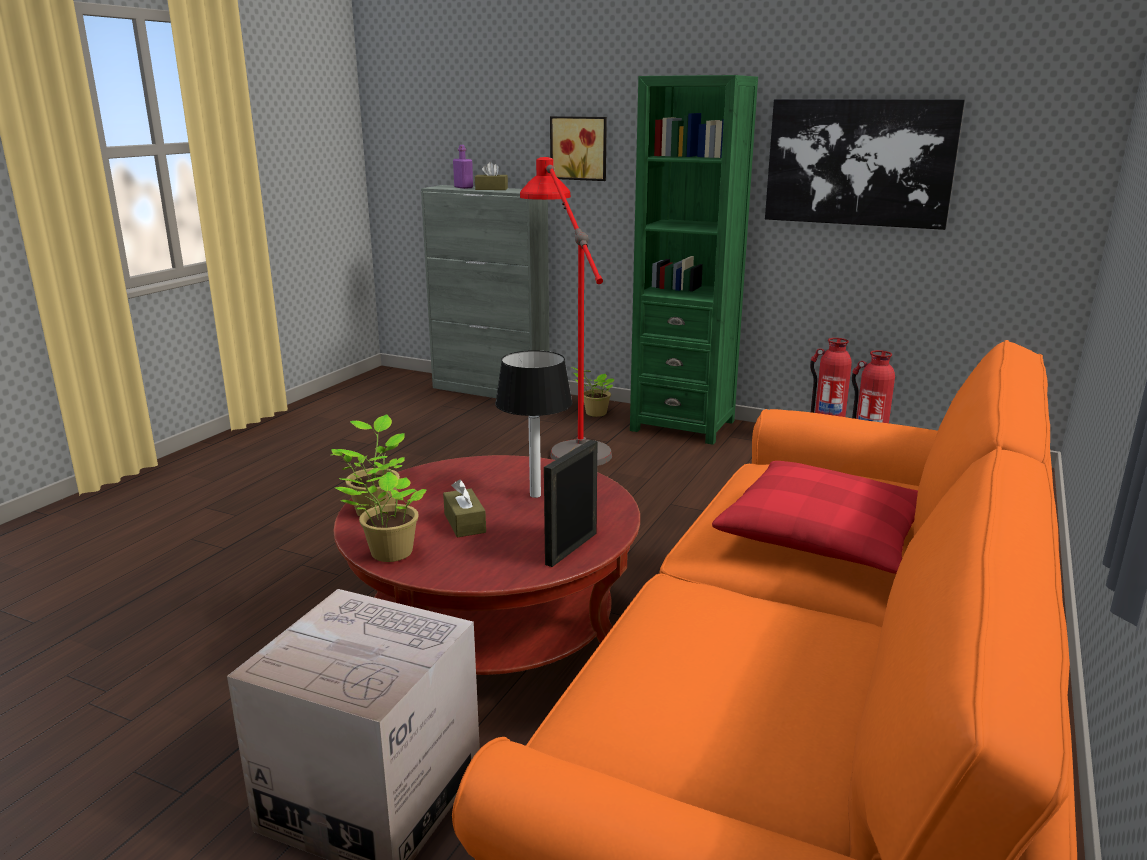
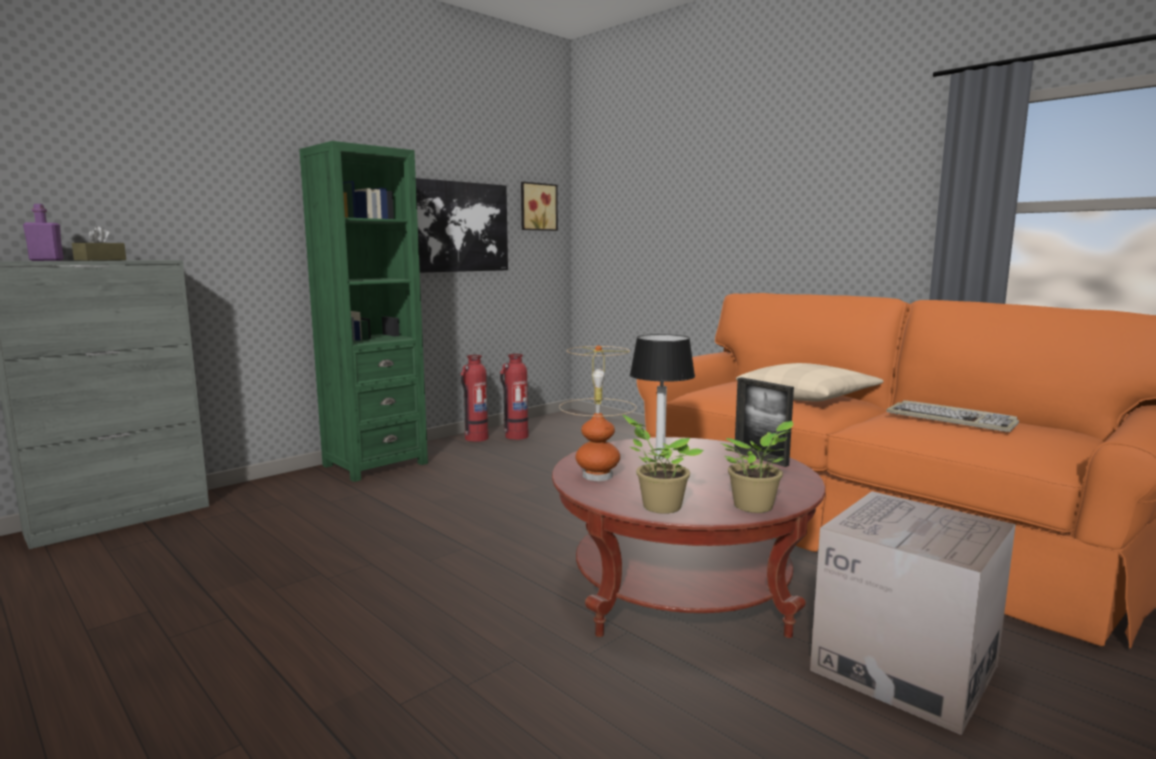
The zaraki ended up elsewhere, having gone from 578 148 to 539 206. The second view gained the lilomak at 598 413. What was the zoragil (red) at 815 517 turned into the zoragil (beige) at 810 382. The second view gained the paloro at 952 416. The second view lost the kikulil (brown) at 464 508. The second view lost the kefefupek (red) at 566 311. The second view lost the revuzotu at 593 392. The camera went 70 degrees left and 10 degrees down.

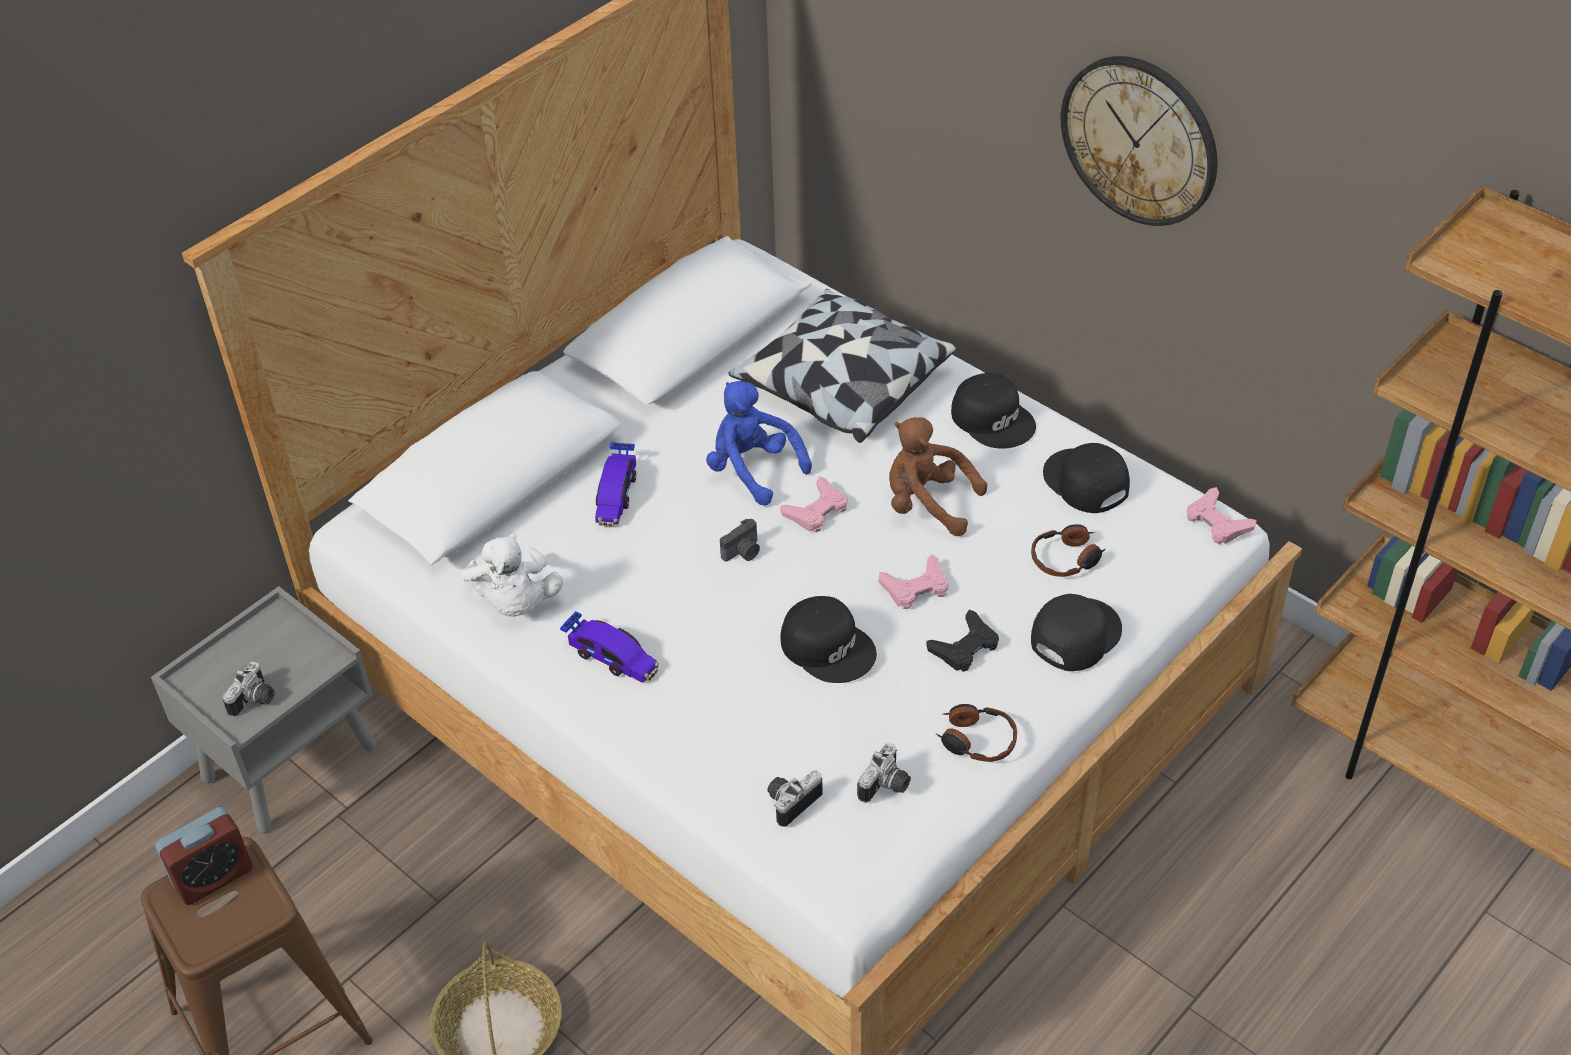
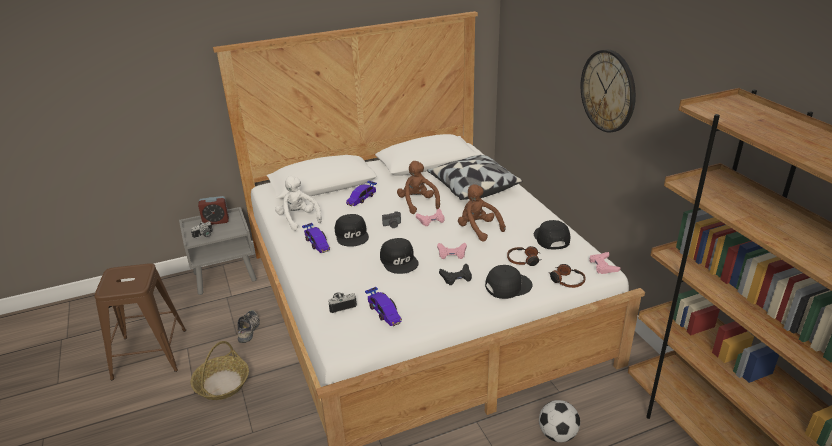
The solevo ended up elsewhere, having gone from 204 856 to 213 210. The second view gained the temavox at 248 326. The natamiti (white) at 512 575 ended up facing another way, 135 degrees clockwise from before. The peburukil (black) ended up elsewhere, having gone from 993 411 to 352 230. Where the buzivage stood at 884 773, the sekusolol came to stand at 383 306. What was the natamiti (blue) at 759 443 turned into the natamiti (brown) at 418 187. The second view gained the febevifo at 559 421. The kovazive ended up elsewhere, having gone from 976 733 to 567 276. The camera went 25 degrees right and 15 degrees down.

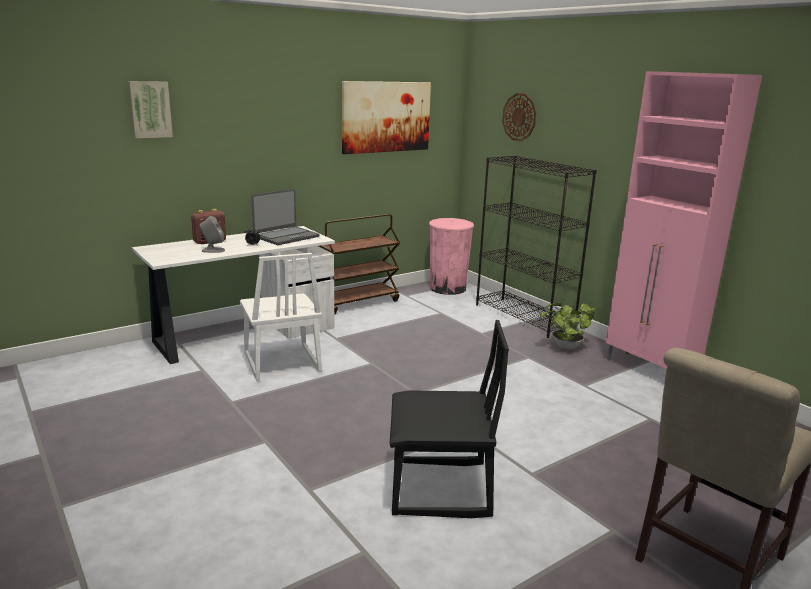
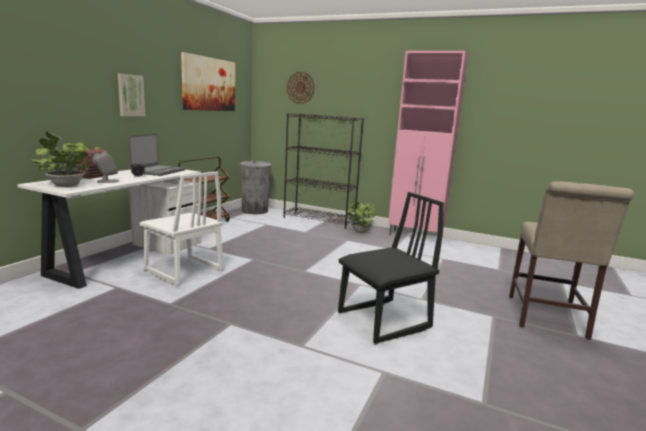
The second view gained the revuzotu at 62 159. The zaraki ended up elsewhere, having gone from 150 109 to 131 95. What was the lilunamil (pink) at 451 256 turned into the lilunamil (grey) at 256 187. The camera went 30 degrees left and 5 degrees down.

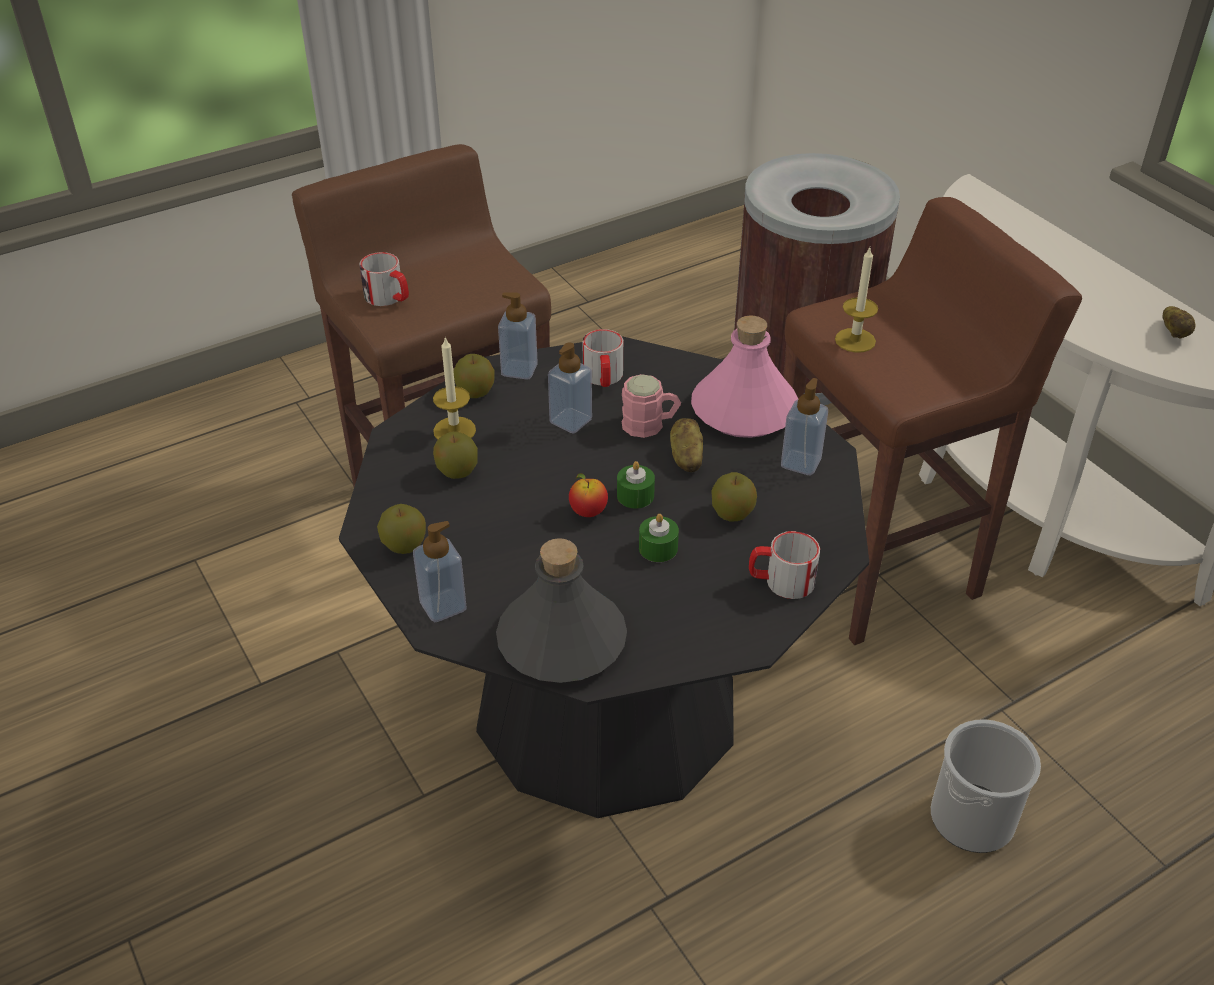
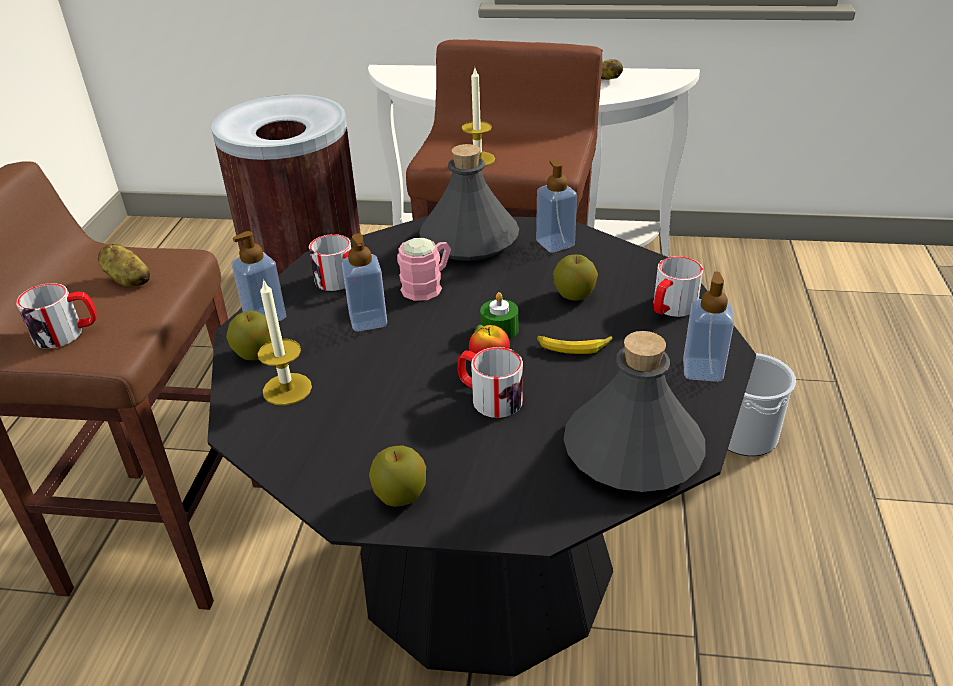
The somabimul ended up elsewhere, having gone from 686 445 to 124 265. What was the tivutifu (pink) at 744 377 turned into the tivutifu (grey) at 469 202. The second view gained the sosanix at 490 382. Where the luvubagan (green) stood at 659 538, the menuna came to stand at 575 345. The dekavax ended up elsewhere, having gone from 440 571 to 708 326. The second view lost the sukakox at 455 455. The camera went 50 degrees left and 5 degrees down.

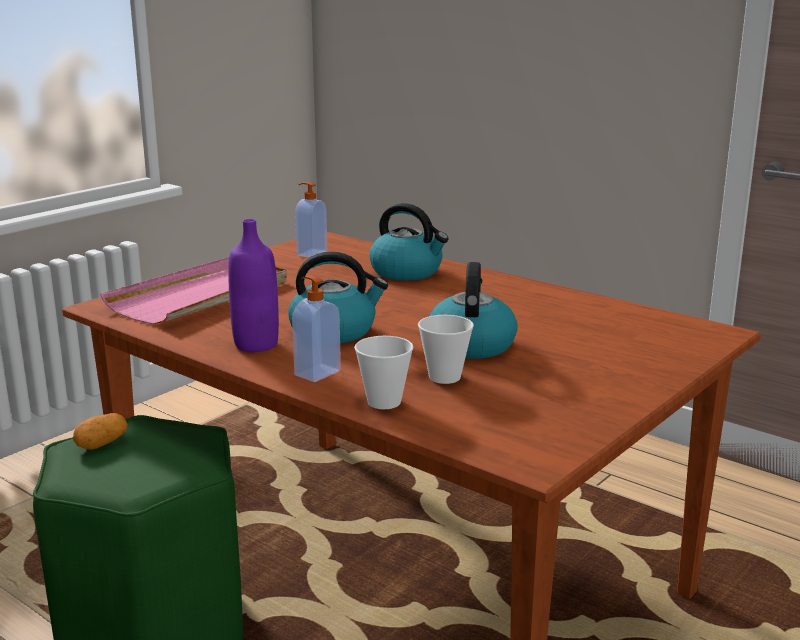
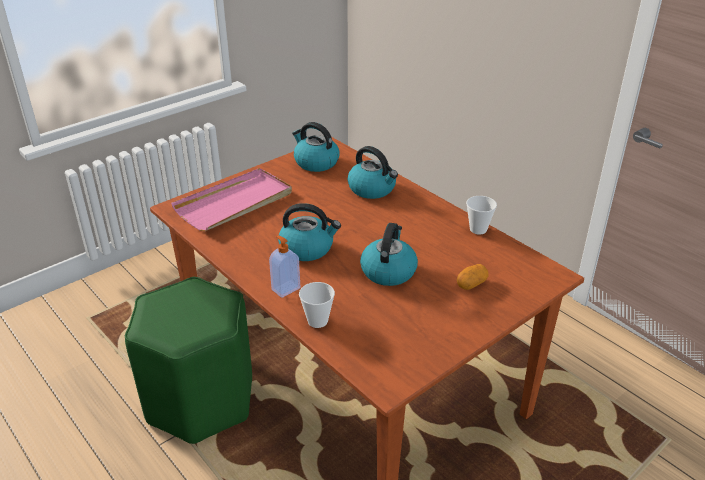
Where the dekavax stood at 311 220, the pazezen came to stand at 315 147. The somabimul ended up elsewhere, having gone from 100 431 to 473 277. The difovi ended up elsewhere, having gone from 446 349 to 481 215. The second view lost the tivutifu (purple) at 253 285. The camera went 10 degrees right and 15 degrees up.

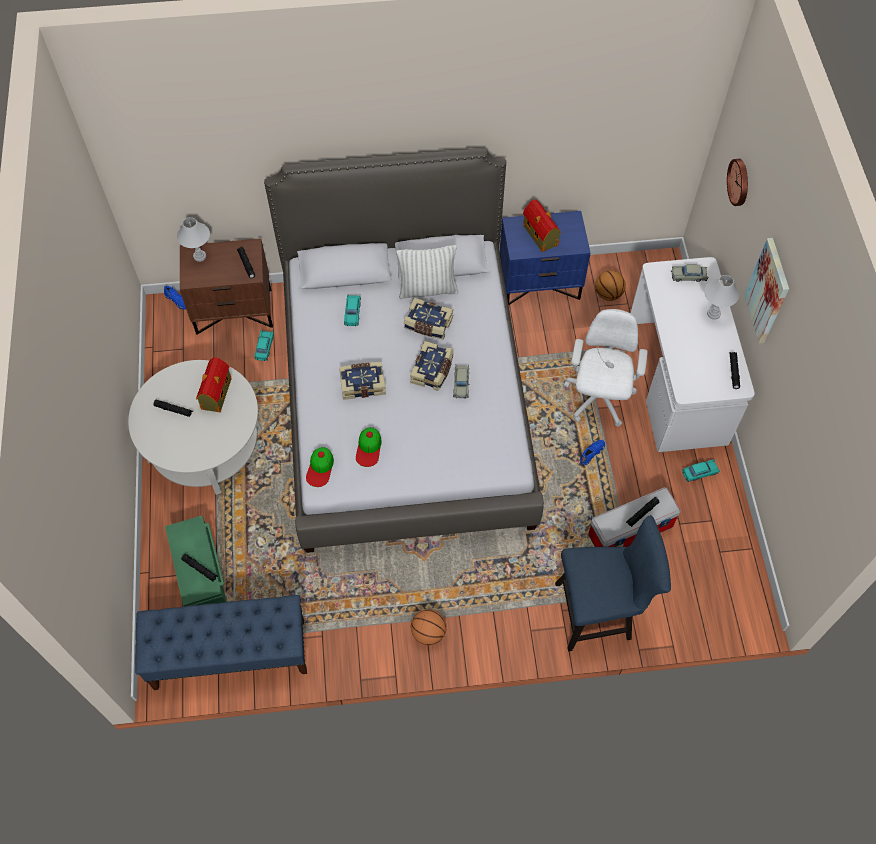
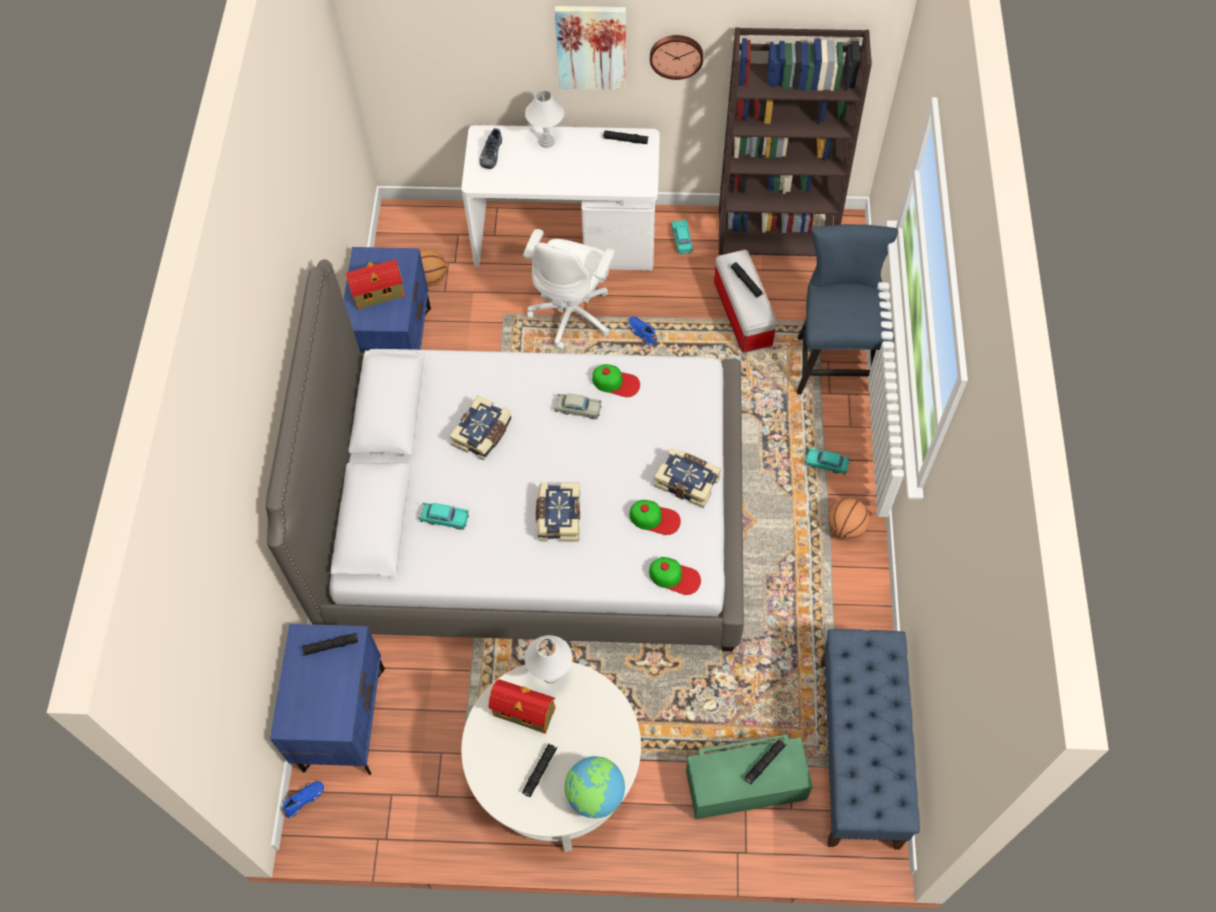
What was the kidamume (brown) at 226 286 turned into the kidamume (blue) at 327 699. Where the sekusolol (beige) stood at 690 273, the temavox came to stand at 490 148. The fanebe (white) at 606 368 ended up facing another way, 90 degrees counterclockwise from before. The lilomak (white) ended up elsewhere, having gone from 193 239 to 548 659. The second view gained the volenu at 594 787. The second view gained the peburukil at 616 380. The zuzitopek ended up elsewhere, having gone from 737 182 to 676 57. The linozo ended up elsewhere, having gone from 432 366 to 687 478. The second view gained the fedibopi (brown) at 795 141. The sekusolol (turquoise) ended up elsewhere, having gone from 264 345 to 827 461. The second view lost the zoragil (white) at 427 272. The camera went 80 degrees left and 0 degrees up.

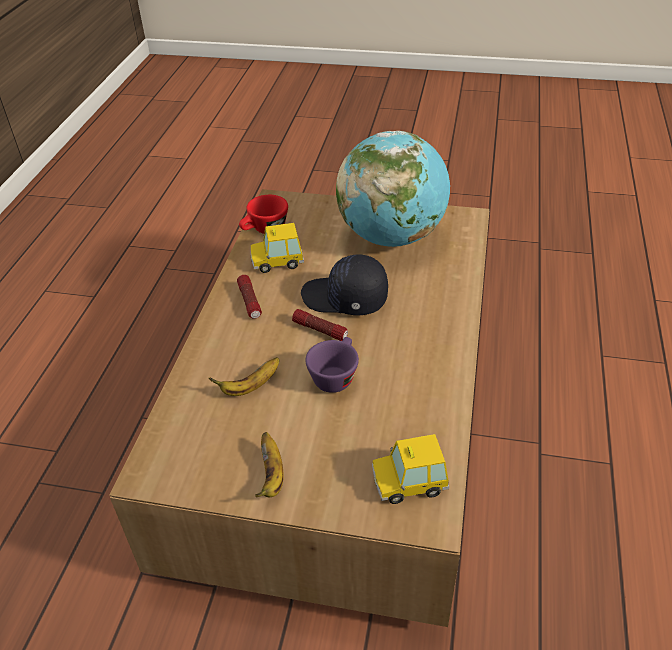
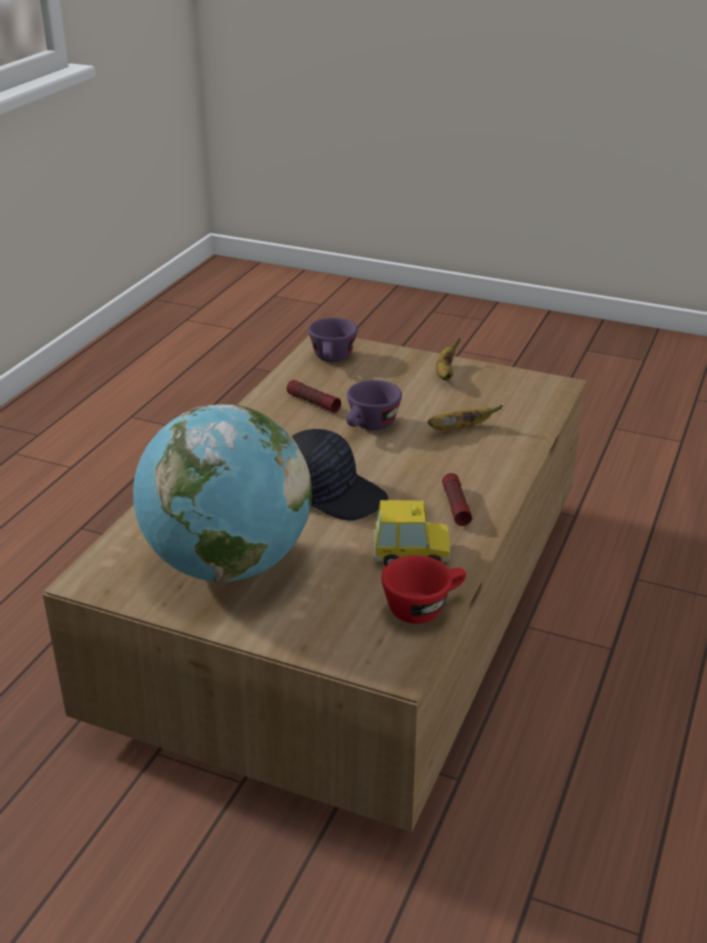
The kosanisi ended up elsewhere, having gone from 320 325 to 314 396. Where the sekusolol stood at 410 469, the difovi (purple) came to stand at 333 340. The camera went 170 degrees left and 10 degrees down.

